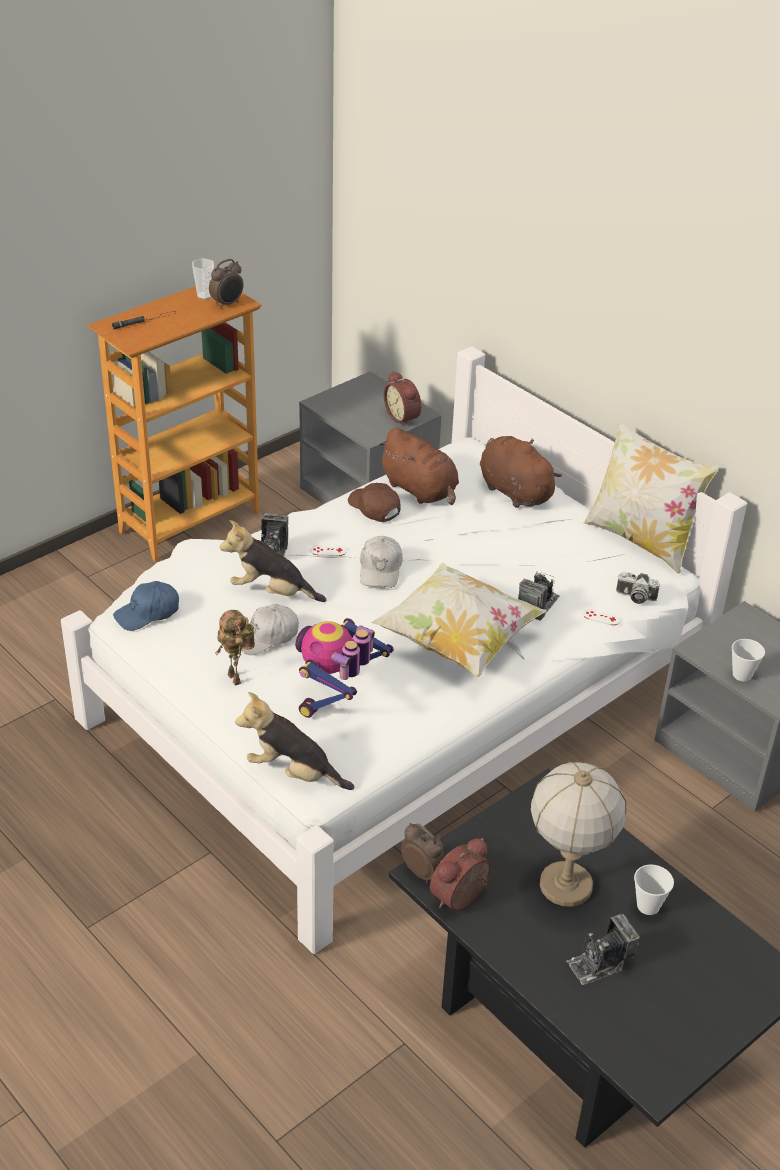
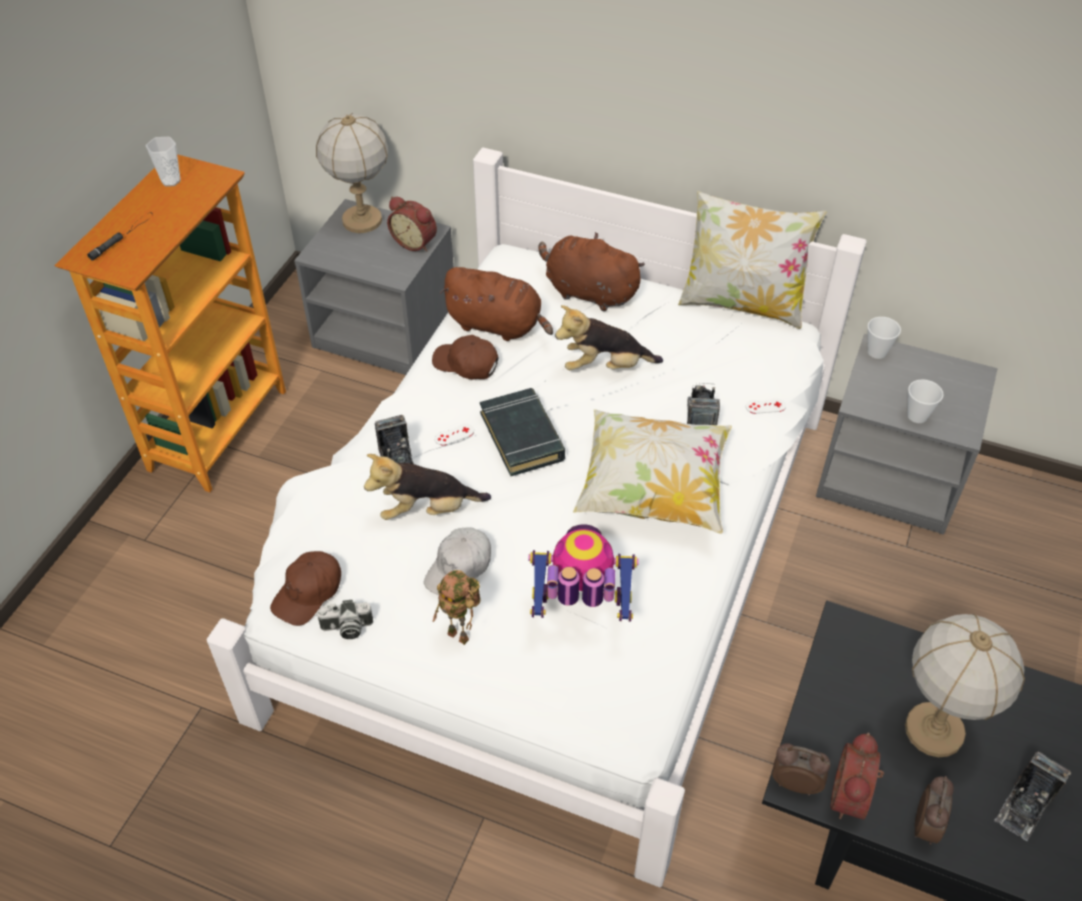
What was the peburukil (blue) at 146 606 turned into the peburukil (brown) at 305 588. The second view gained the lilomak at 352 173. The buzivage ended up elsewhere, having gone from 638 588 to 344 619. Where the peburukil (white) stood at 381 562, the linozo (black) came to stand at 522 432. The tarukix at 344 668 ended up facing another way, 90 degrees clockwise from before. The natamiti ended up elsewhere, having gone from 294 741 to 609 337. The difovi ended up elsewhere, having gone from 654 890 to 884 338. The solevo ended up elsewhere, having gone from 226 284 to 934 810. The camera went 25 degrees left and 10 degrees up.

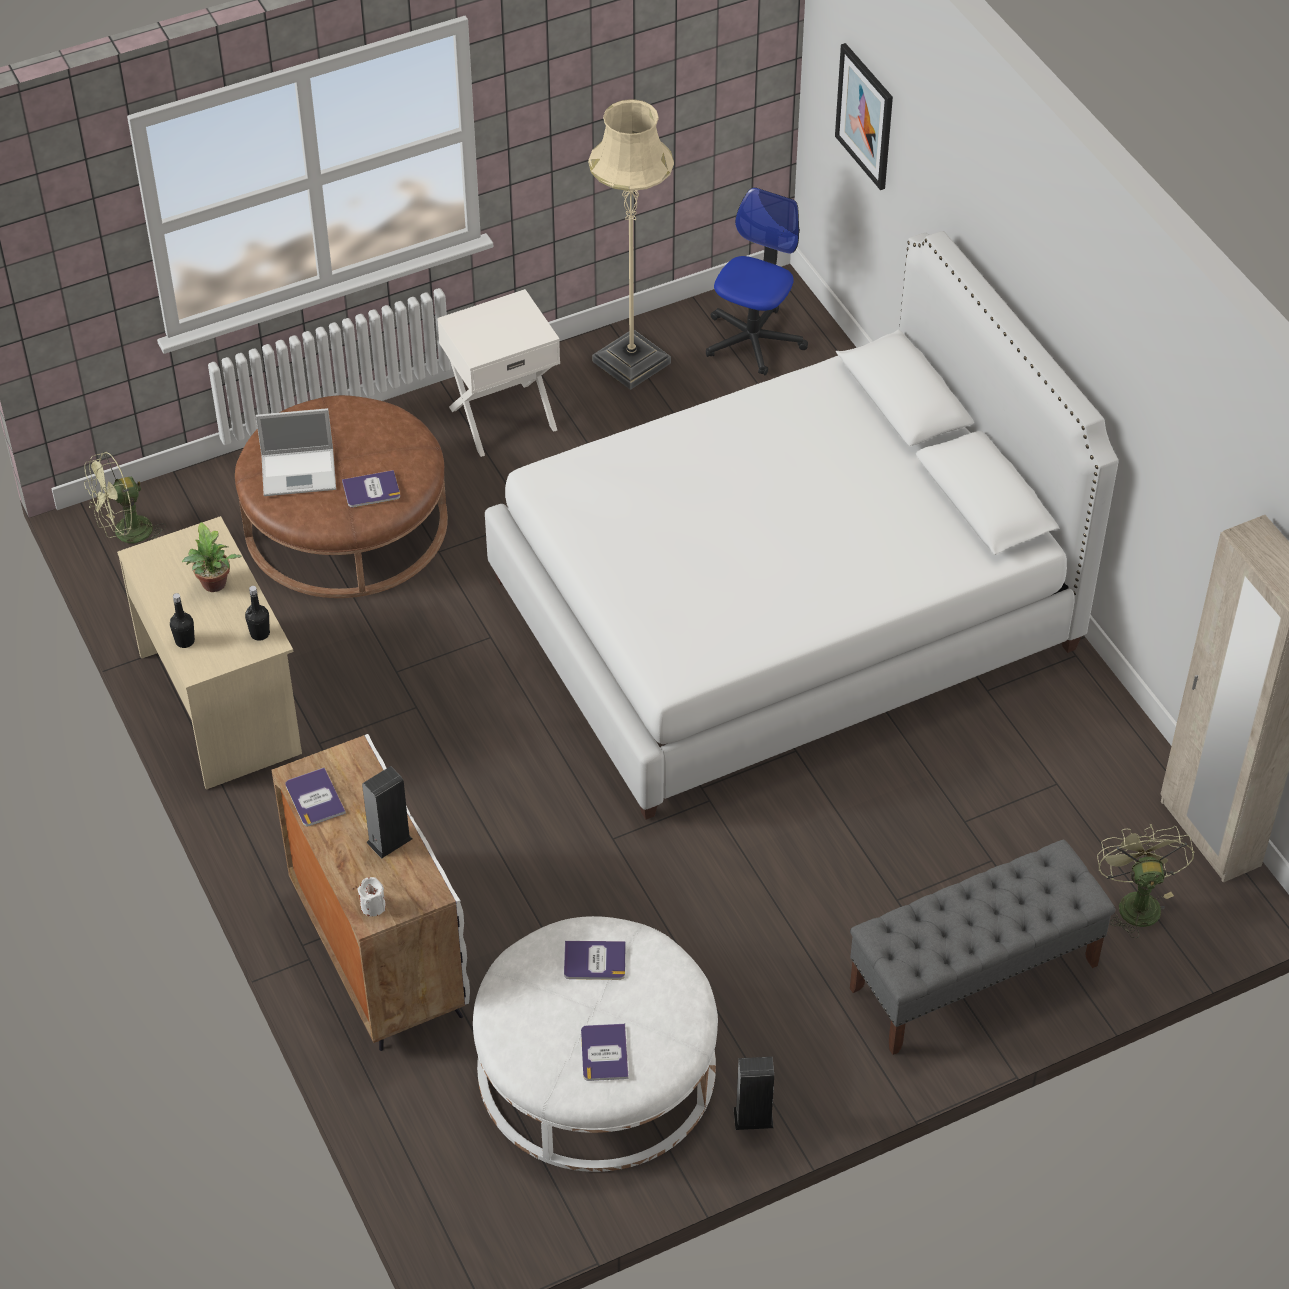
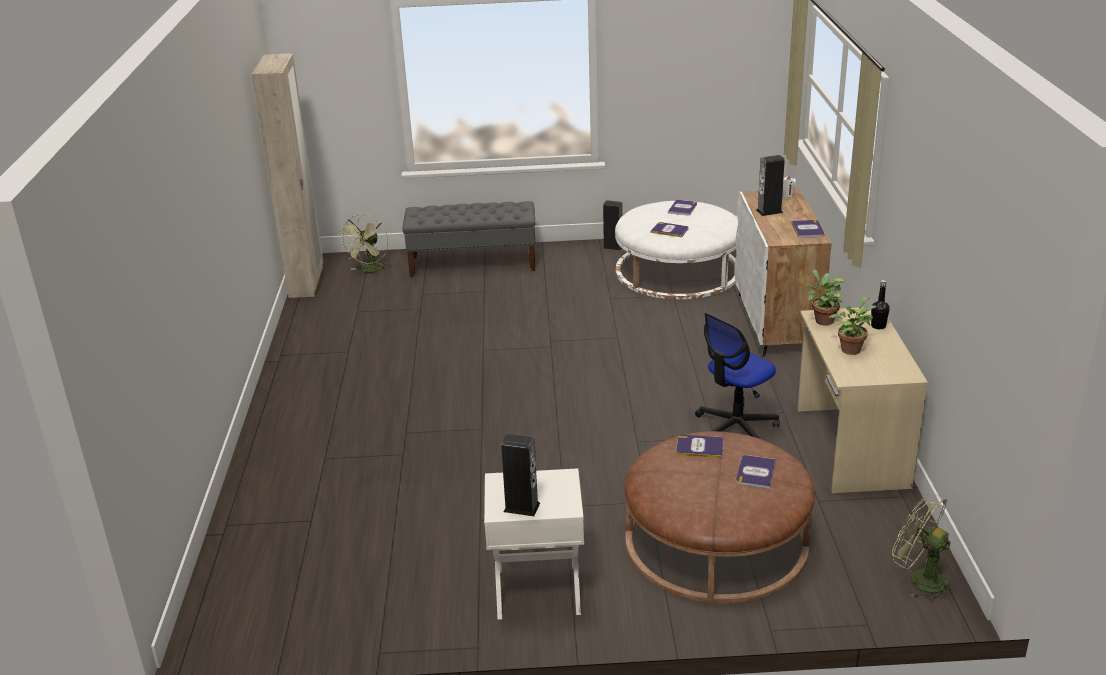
The second view gained the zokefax at 520 475. The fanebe ended up elsewhere, having gone from 757 281 to 737 376. Where the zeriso stood at 296 452, the linozo came to stand at 756 472. Where the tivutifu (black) stood at 257 613, the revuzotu came to stand at 826 298. The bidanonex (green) at 125 497 ended up facing another way, 135 degrees counterclockwise from before. The second view lost the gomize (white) at 802 525. The second view lost the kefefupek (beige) at 631 244. The second view lost the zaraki at 864 116. The camera went 155 degrees left and 20 degrees down.

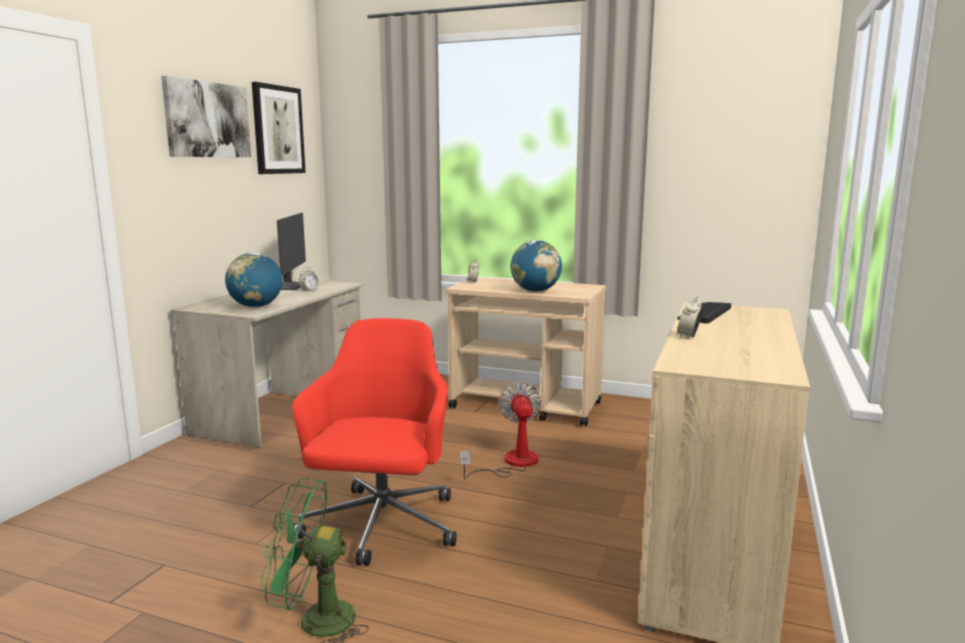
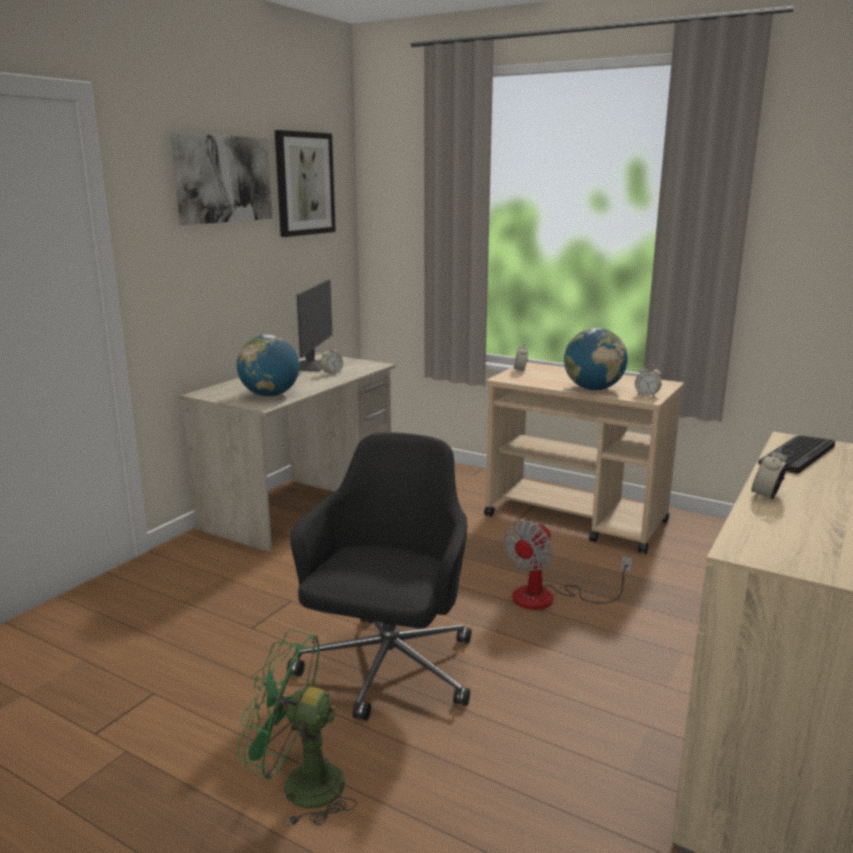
What was the fanebe (red) at 374 442 turned into the fanebe (black) at 379 576. The bidanonex at 500 430 ended up facing another way, 150 degrees counterclockwise from before. The second view gained the solevo at 648 380. The camera went 10 degrees right and 5 degrees up.

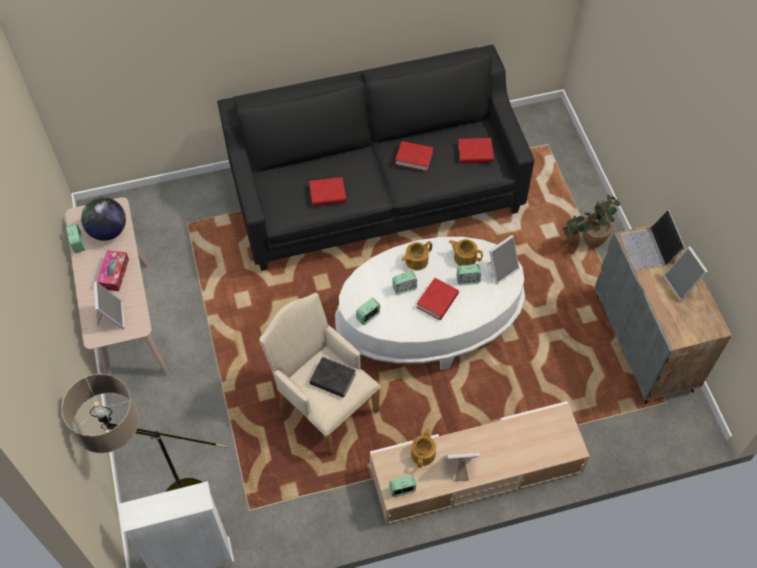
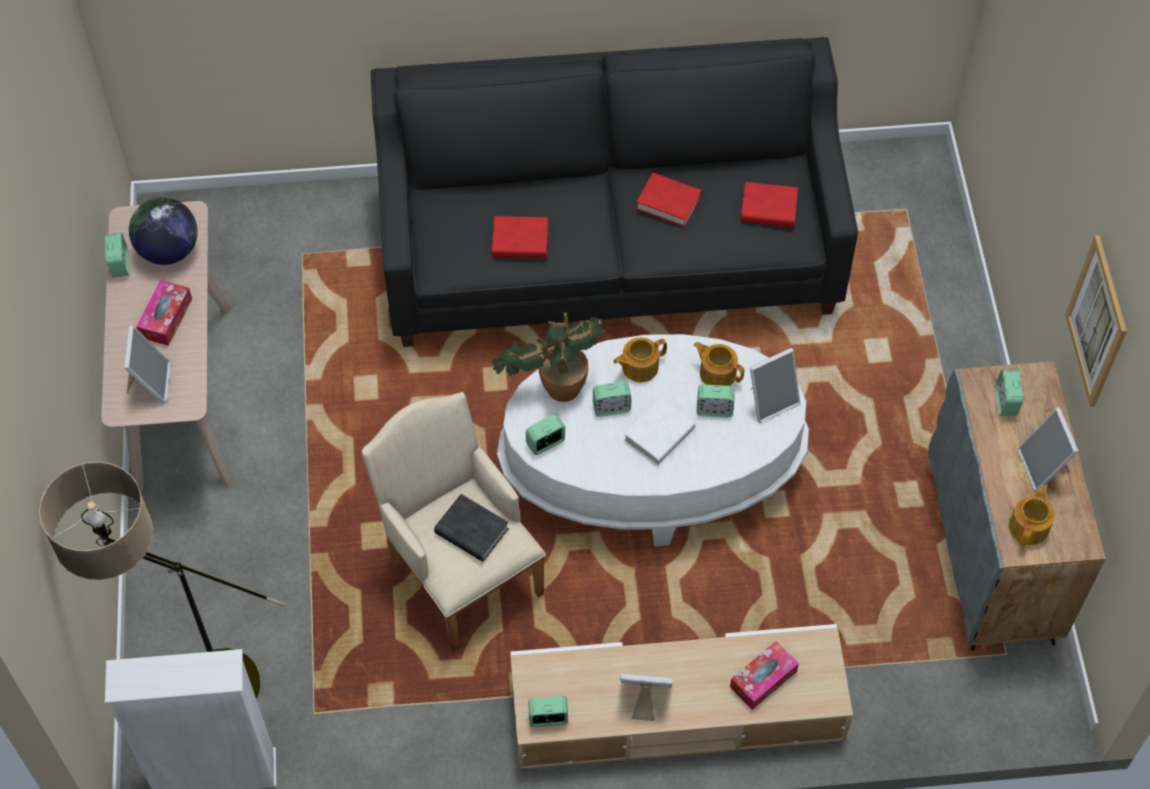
The revuzotu ended up elsewhere, having gone from 591 220 to 548 357. What was the linozo (red) at 437 299 turned into the linozo (white) at 659 431. The second view gained the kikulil at 764 675. Where the zeriso stood at 653 240, the solevo came to stand at 1009 393. The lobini ended up elsewhere, having gone from 423 448 to 1032 515. The second view gained the zaraki at 1096 321. The camera went 10 degrees right and 0 degrees up.

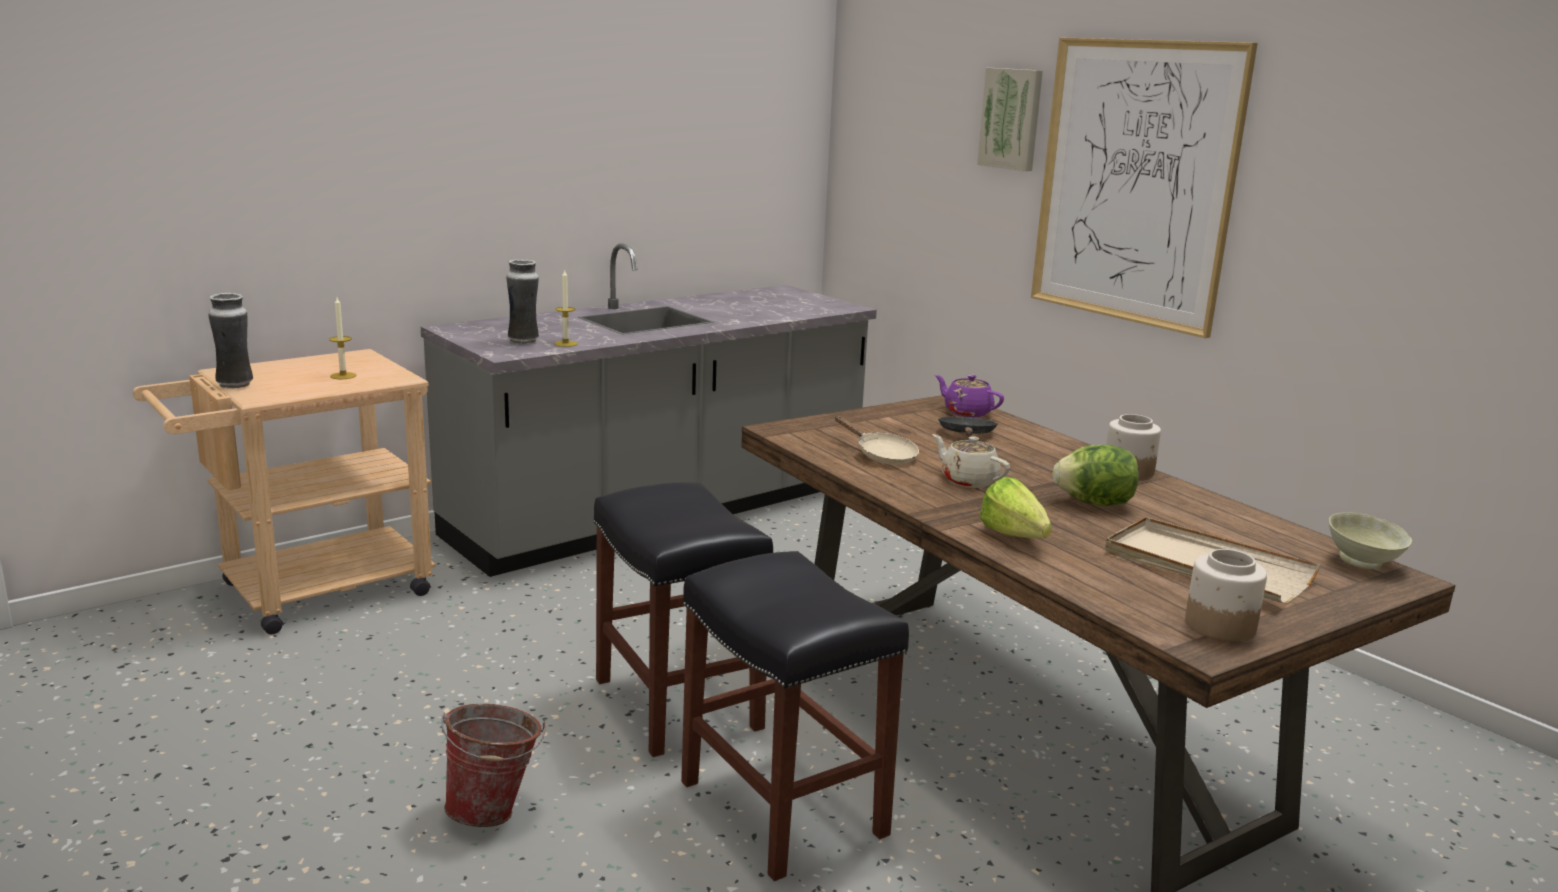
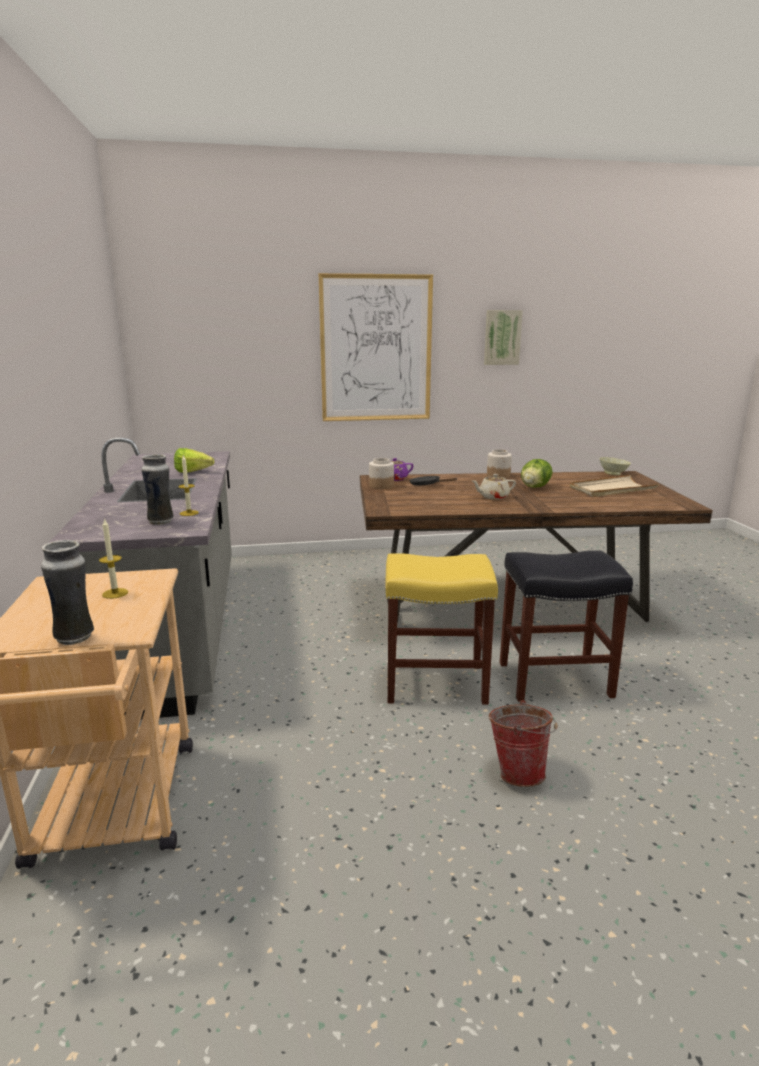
The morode ended up elsewhere, having gone from 1016 507 to 194 460. The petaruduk ended up elsewhere, having gone from 1226 595 to 381 473. What was the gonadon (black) at 683 619 turned into the gonadon (yellow) at 442 629. The zaraki ended up elsewhere, having gone from 1010 119 to 503 337. The second view lost the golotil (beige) at 877 440. The camera went 60 degrees left and 0 degrees up.

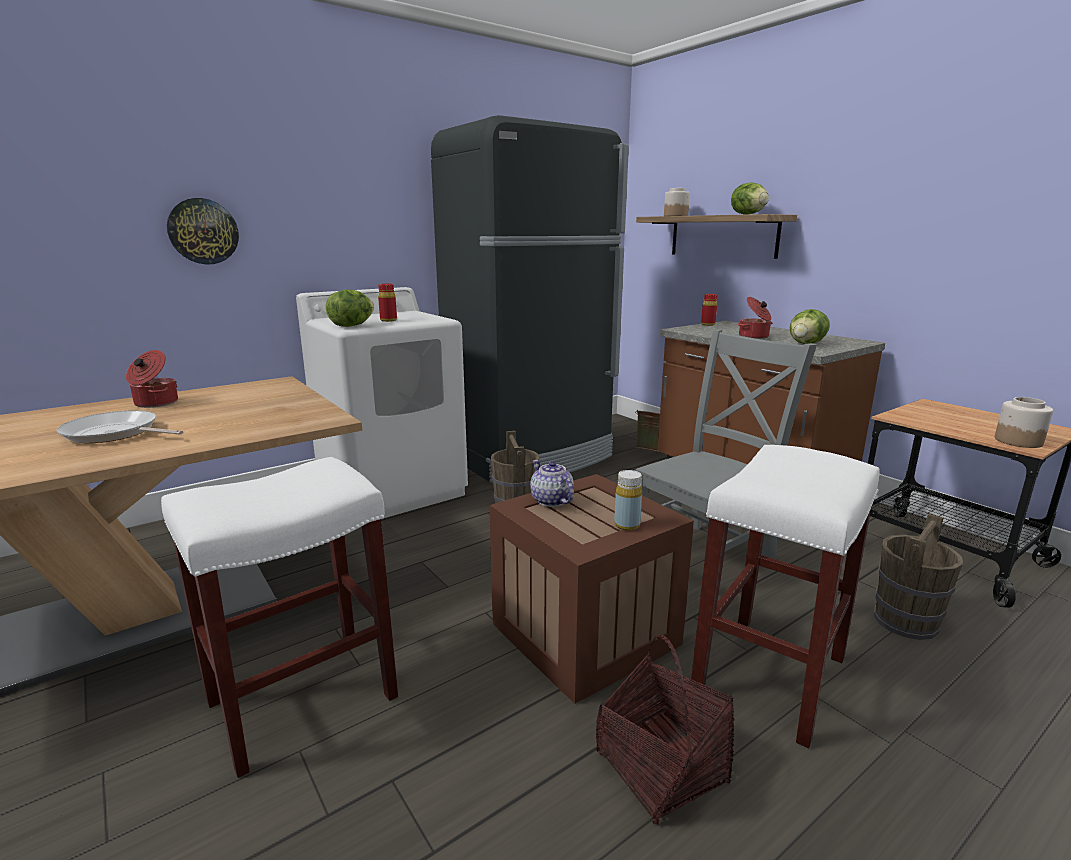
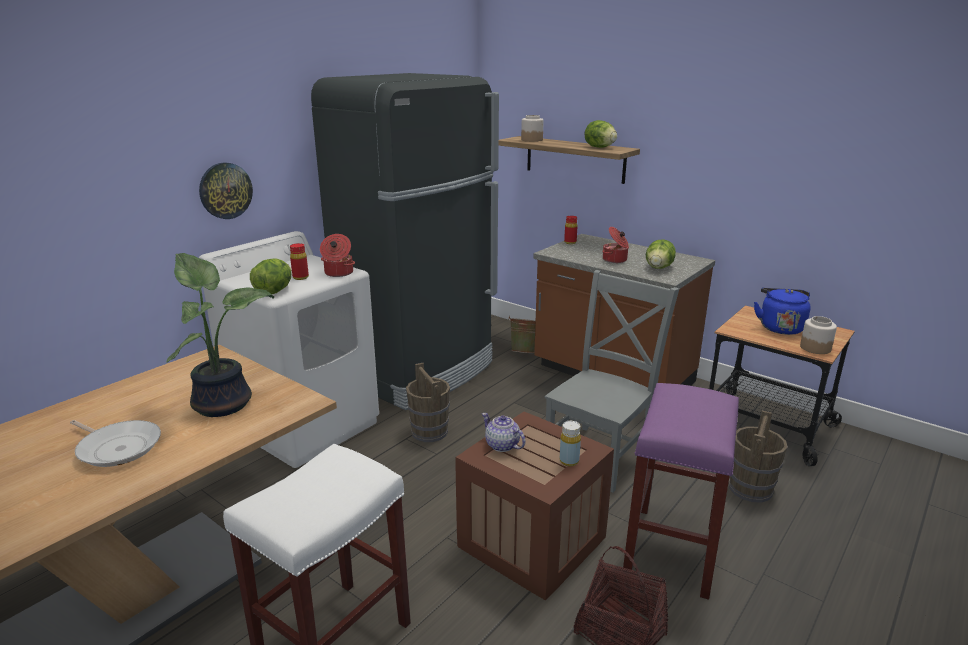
The golotil at 120 426 ended up facing another way, 150 degrees counterclockwise from before. The second view gained the revuzotu at 220 335. The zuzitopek ended up elsewhere, having gone from 203 231 to 226 190. The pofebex ended up elsewhere, having gone from 152 379 to 337 255. What was the gonadon (white) at 785 596 turned into the gonadon (purple) at 681 491. The second view gained the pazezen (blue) at 782 311. The camera went 15 degrees left and 5 degrees up.

